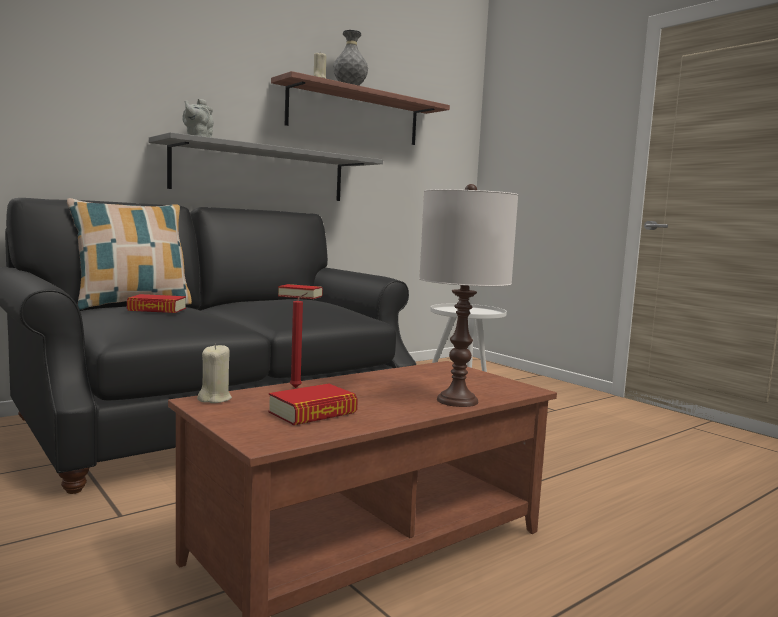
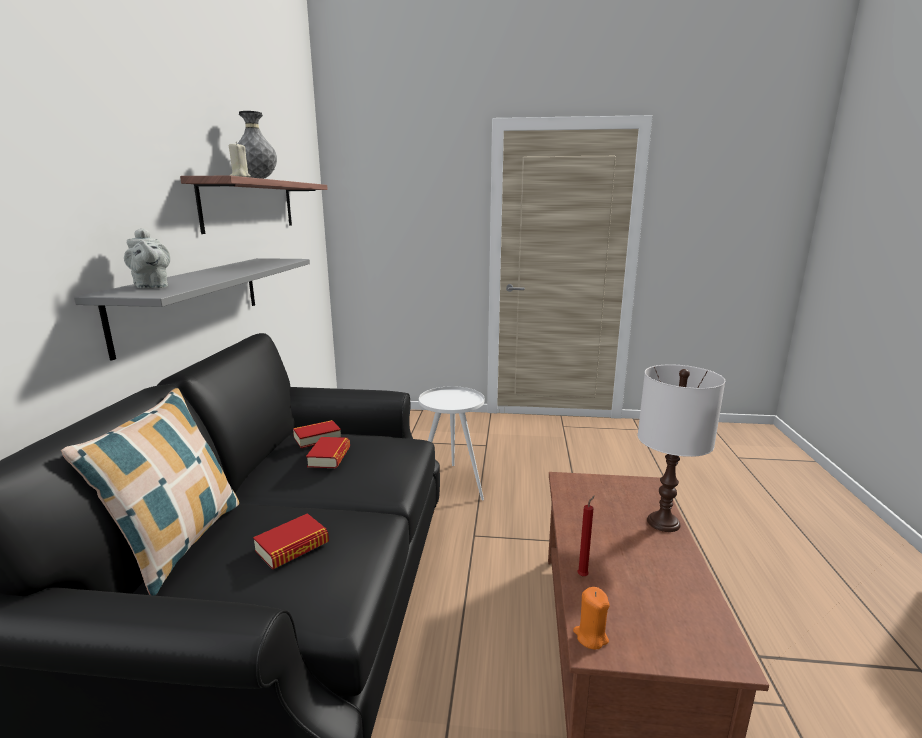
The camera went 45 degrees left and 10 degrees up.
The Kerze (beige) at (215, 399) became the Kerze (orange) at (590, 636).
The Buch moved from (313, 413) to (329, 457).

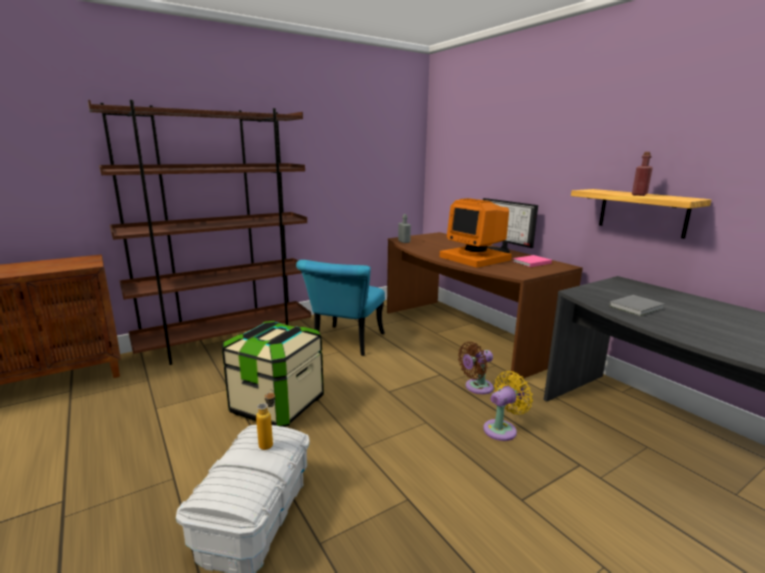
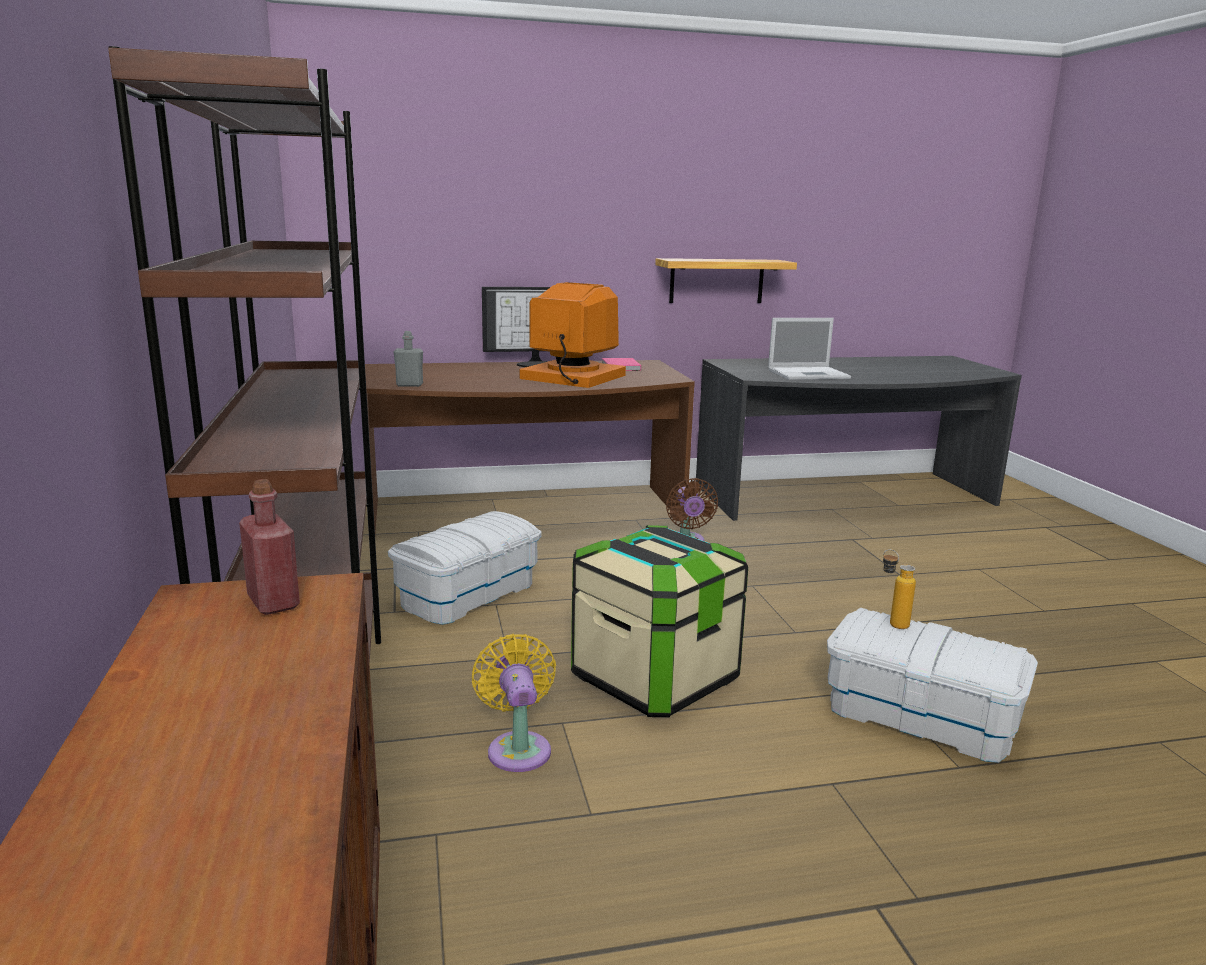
The camera went 70 degrees left and 0 degrees up.
The Stuhl (türkis) at (345, 343) was replaced by the Aufbewahrungsbox (weiß) at (469, 595).
The Monitor at (476, 258) turned 135 degrees counterclockwise.
The Ventilator (gelb) moved from (502, 429) to (518, 748).
The Buch (grau) at (637, 307) was replaced by the Laptop at (809, 374).
The Flasche (rot) moved from (639, 194) to (273, 602).

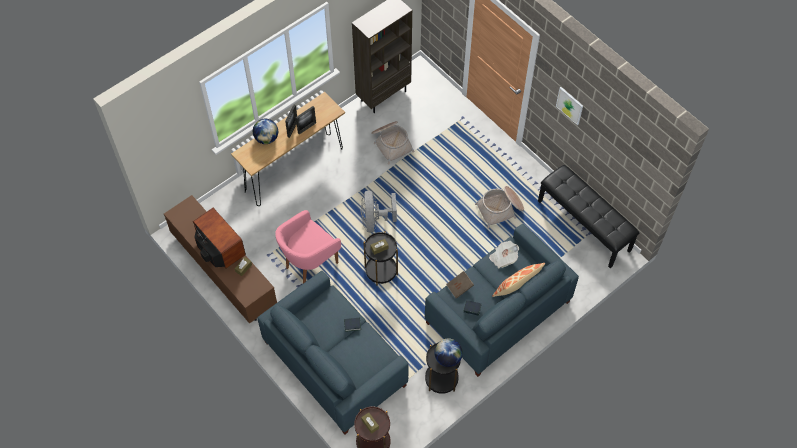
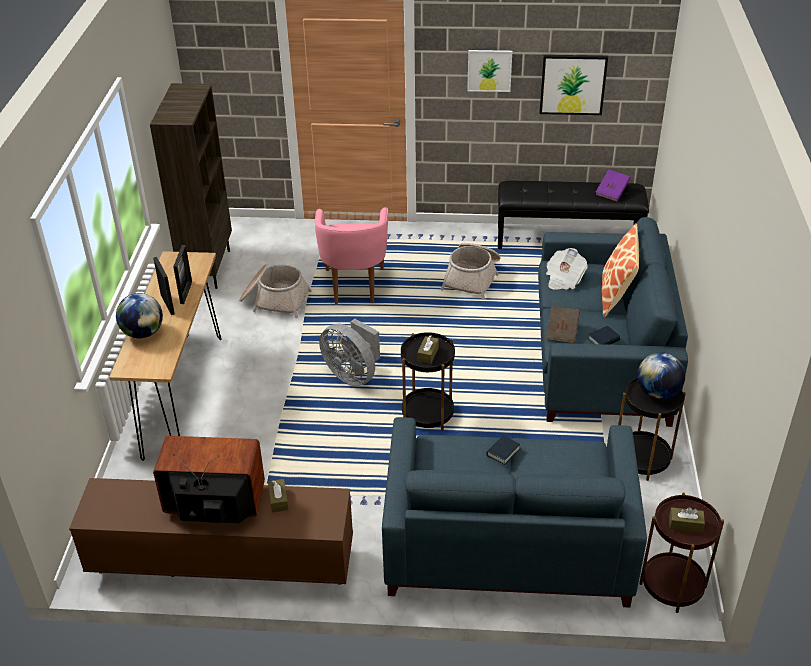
The camera went 45 degrees left and 20 degrees down.
The Sessel (rosa) moved from (309, 263) to (354, 286).
The Bild at (573, 84) appeared.
The Buch (lila) at (612, 192) appeared.

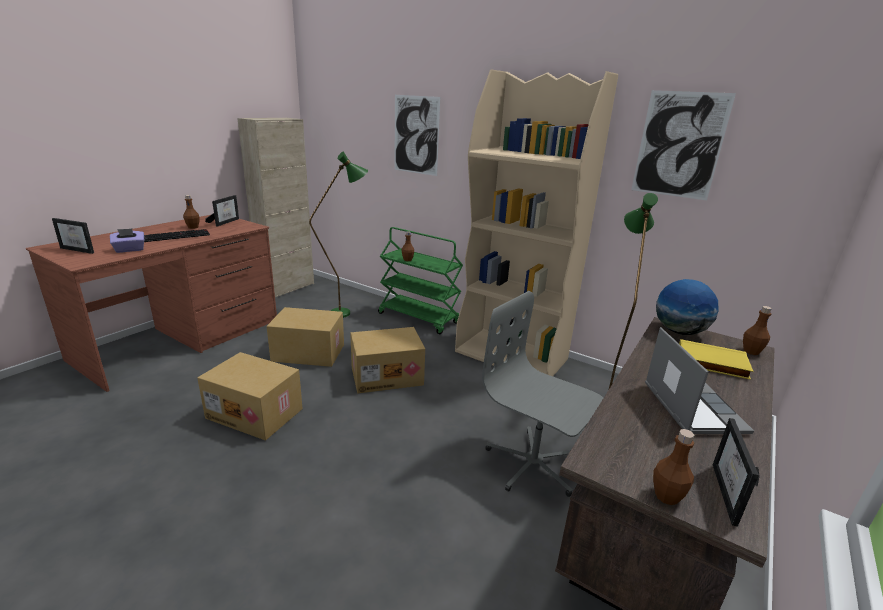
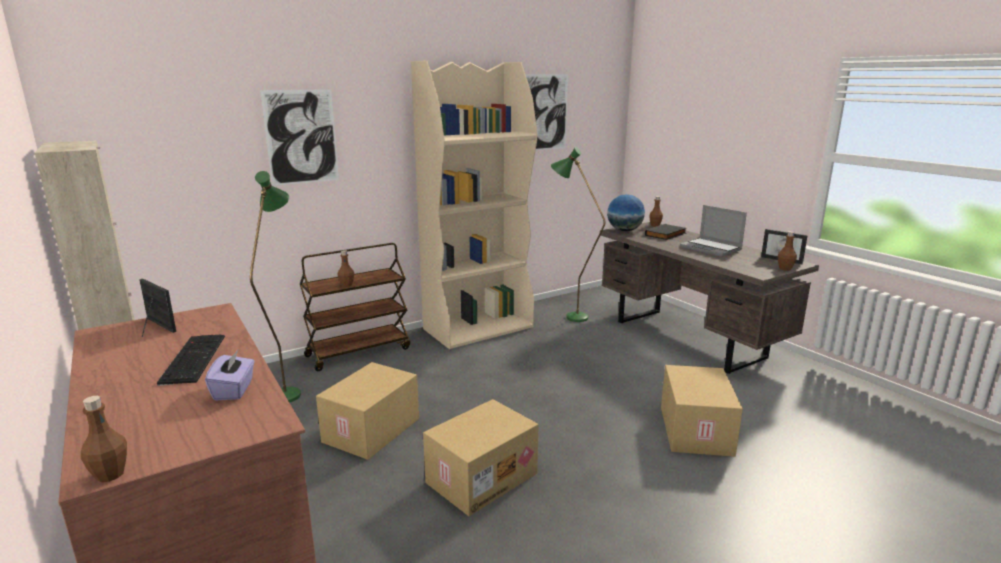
The camera went 65 degrees left and 5 degrees down.
The Bilderrahmen at (81, 249) disappeared.
The Flasche (braun) moved from (193, 227) to (110, 474).
The Karton moved from (387, 375) to (694, 430).
The Rollwagen (grün) at (419, 318) became the Rollwagen (braun) at (359, 352).
The Bürostuhl (grau) at (533, 464) disappeared.
The Laptop at (691, 407) turned 150 degrees counterclockwise.
The Buch (gelb) at (711, 363) became the Buch (schwarz) at (666, 234).

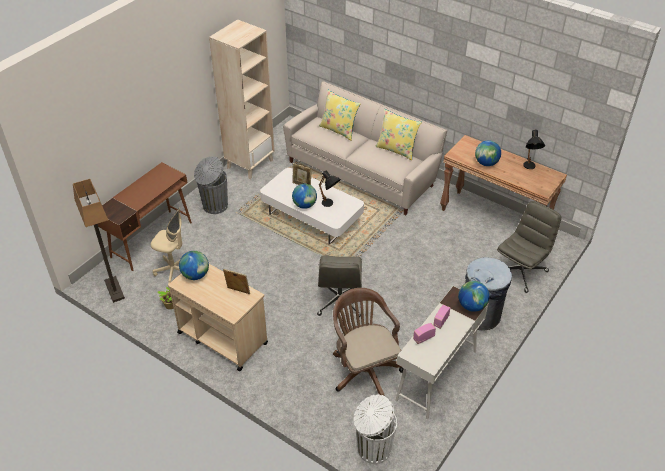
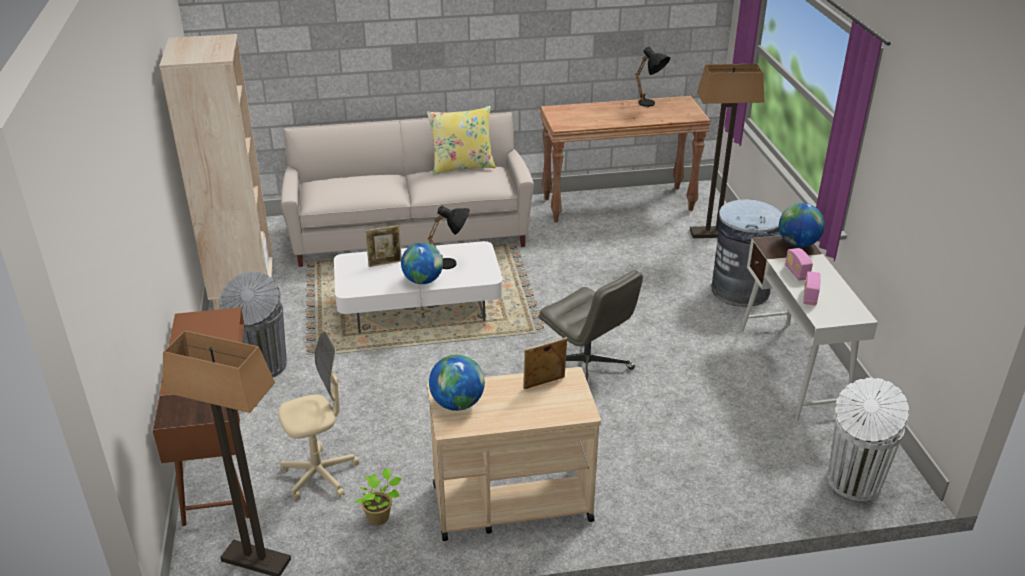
The camera went 45 degrees left and 10 degrees down.
The Kissen (gelb) at (339, 130) disappeared.
The Bürostuhl (braun) at (364, 369) disappeared.
The Globus at (486, 163) disappeared.
The Bürostuhl (grau) at (520, 271) was replaced by the Stehlampe at (712, 233).

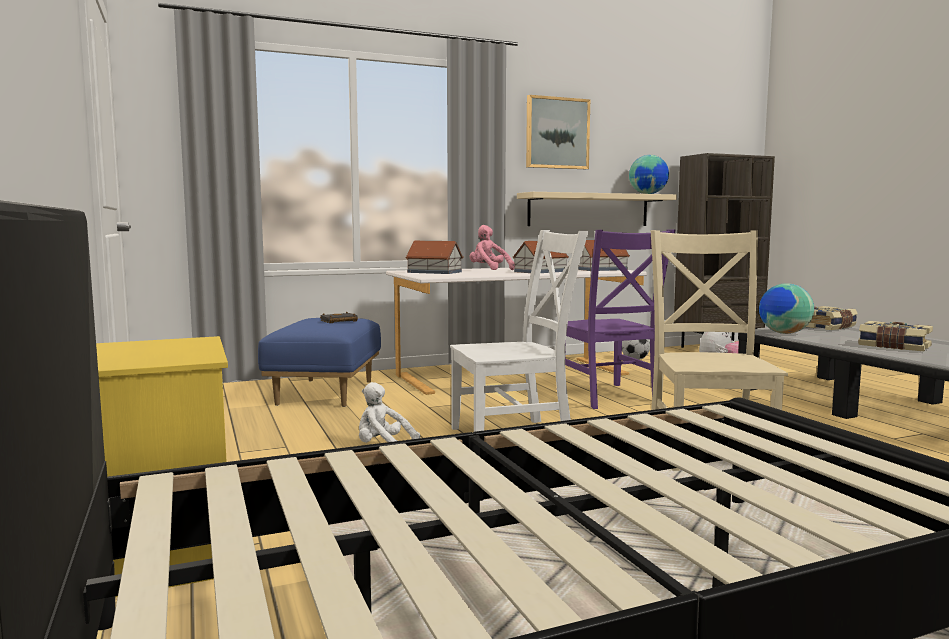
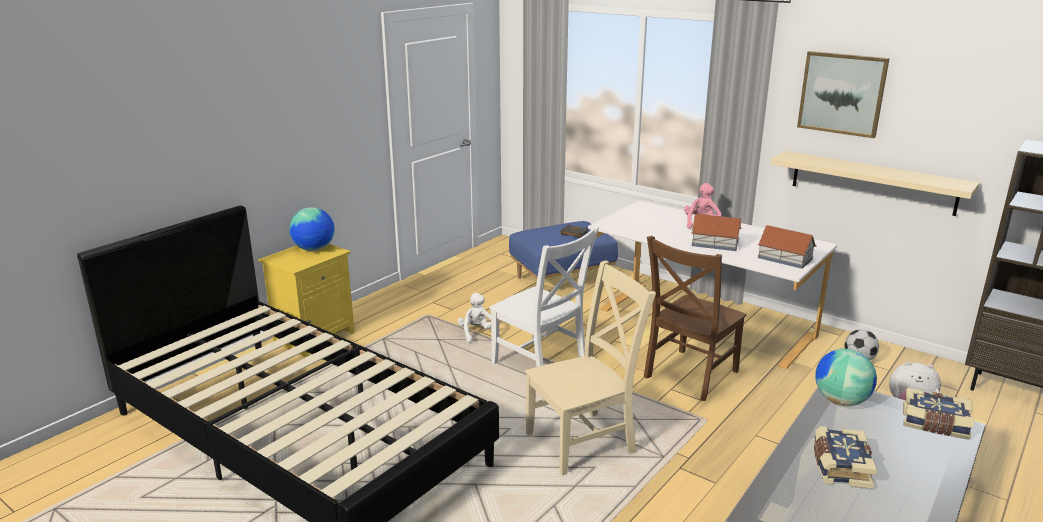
The camera went 60 degrees right and 15 degrees up.
The Spielzeughaus at (434, 272) disappeared.
The Stuhl (lila) at (608, 397) became the Stuhl (braun) at (688, 375).
The Globus moved from (648, 194) to (314, 249).

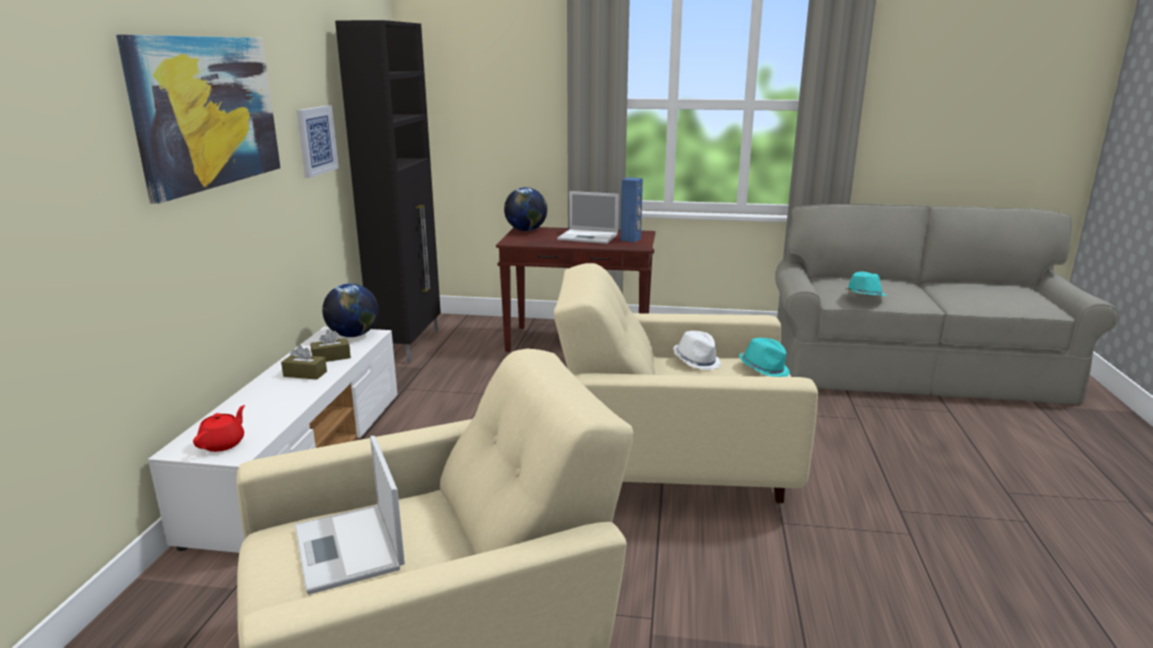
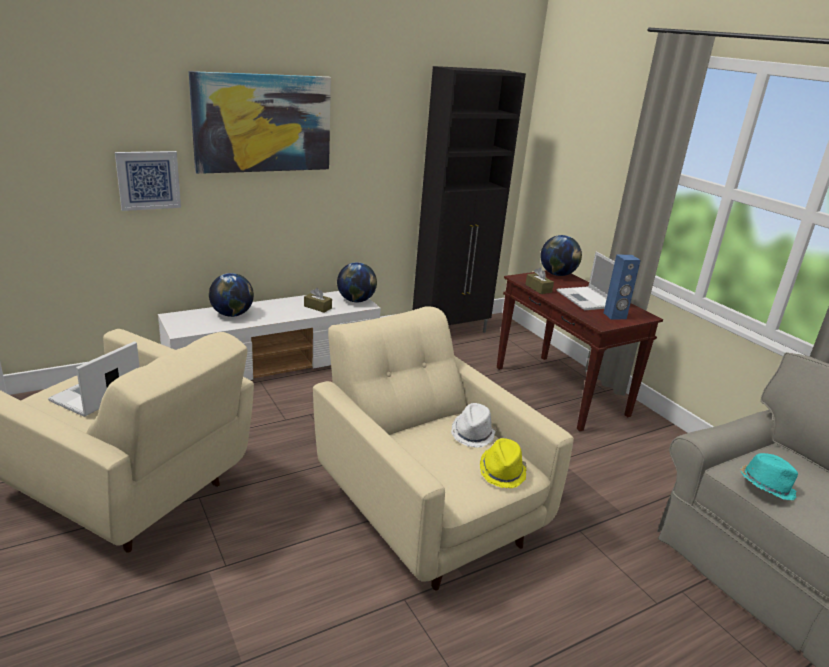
The camera went 50 degrees right and 5 degrees up.
The Teekanne (rot) at (223, 444) disappeared.
The Taschentuchbox (braun) moved from (305, 374) to (538, 288).
The Bild moved from (316, 140) to (148, 180).
The Hut (türkis) at (764, 369) became the Hut (gelb) at (502, 472).
The Globus at (232, 314) appeared.

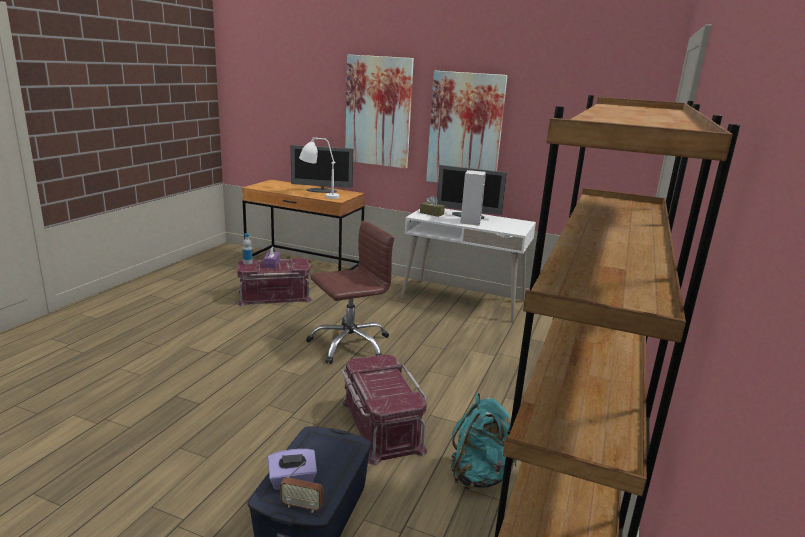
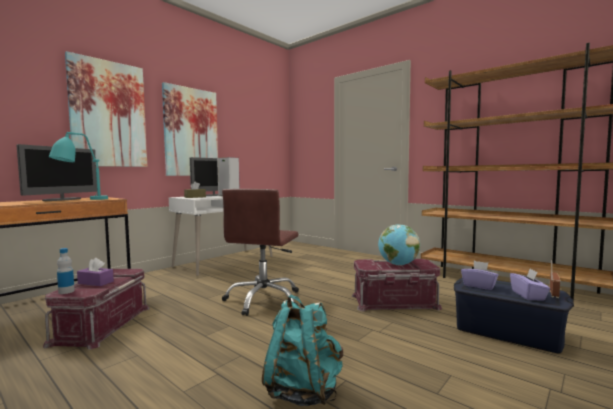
The camera went 70 degrees left and 15 degrees down.
The Tischlampe (weiß) at (318, 195) became the Tischlampe (türkis) at (80, 200).
The Bürostuhl (braun) at (349, 344) turned 150 degrees counterclockwise.
The Rucksack (türkis) moved from (479, 475) to (303, 391).
The Globus at (398, 264) appeared.
The Taschentuchbox (lila) at (479, 286) appeared.

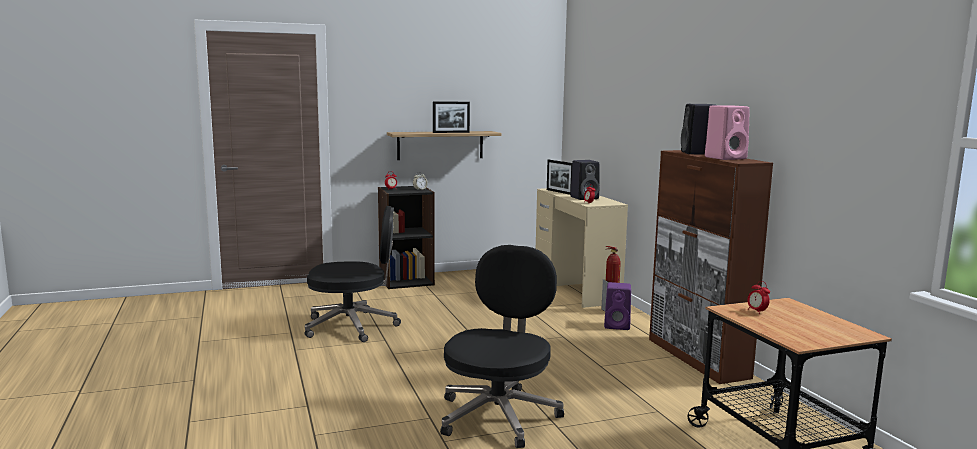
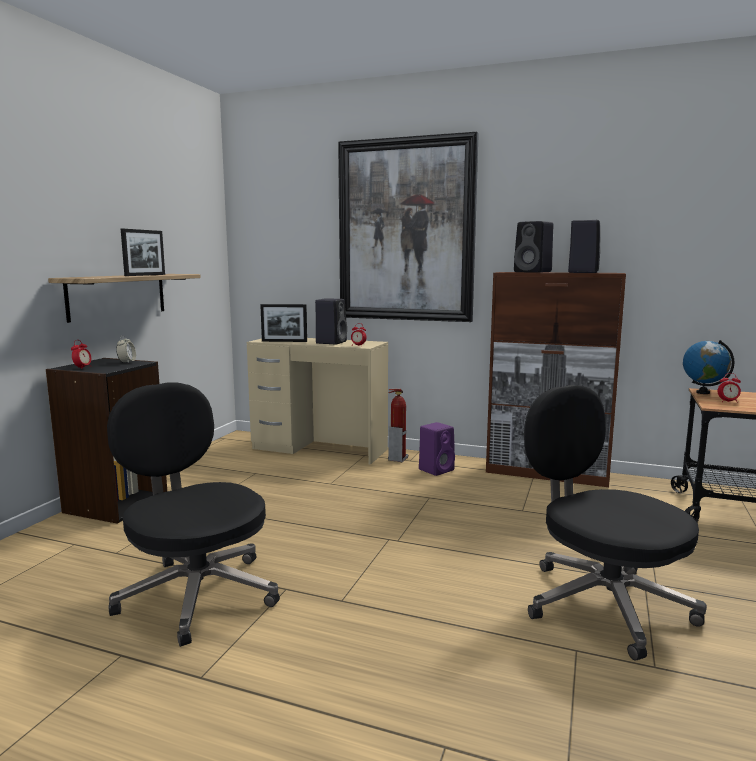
The camera went 50 degrees left and 0 degrees up.
The Bürostuhl (schwarz) at (353, 326) turned 75 degrees counterclockwise.
The Lautsprecher (rosa) at (726, 158) became the Lautsprecher (schwarz) at (582, 272).
The Bild at (406, 231) appeared.
The Globus at (703, 392) appeared.

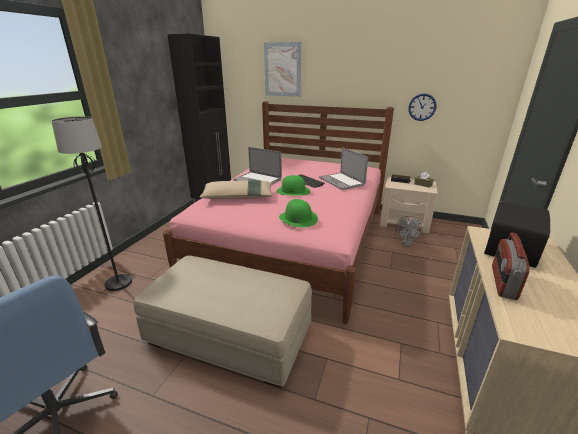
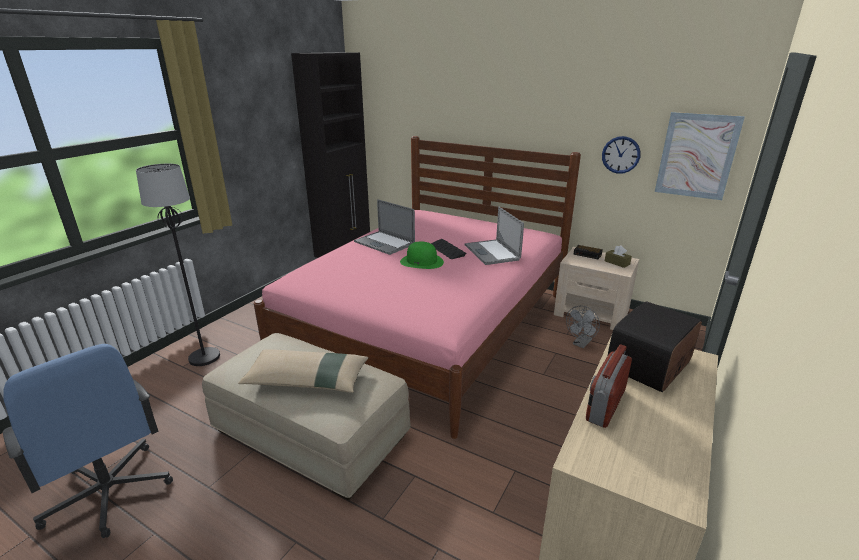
The camera went 10 degrees right and 0 degrees up.
The Kissen (beige) moved from (238, 197) to (307, 380).
The Bild moved from (282, 69) to (696, 156).
The Hut (grün) at (298, 218) disappeared.

